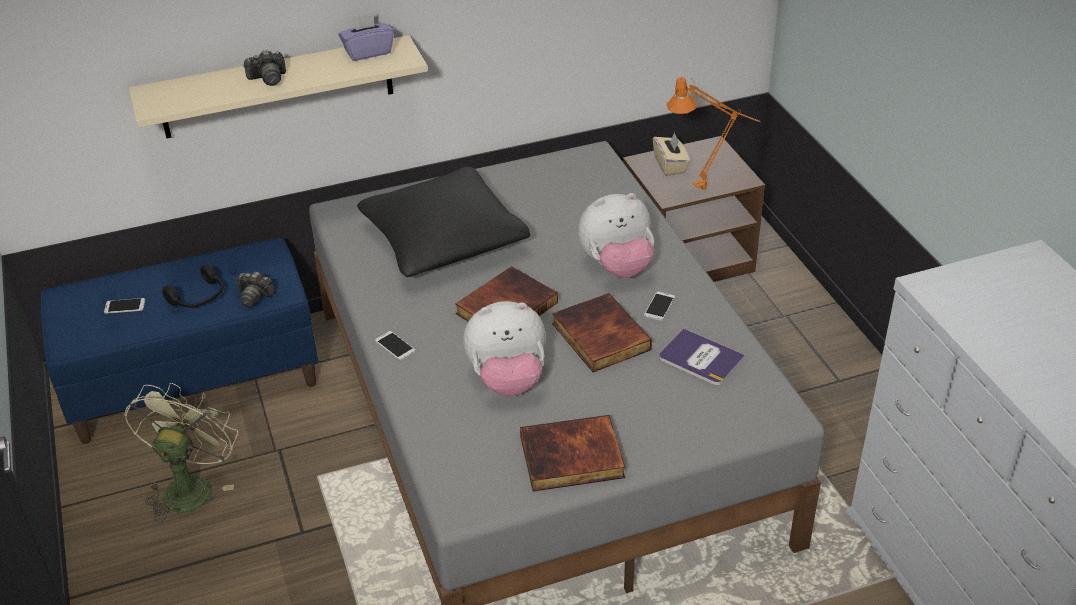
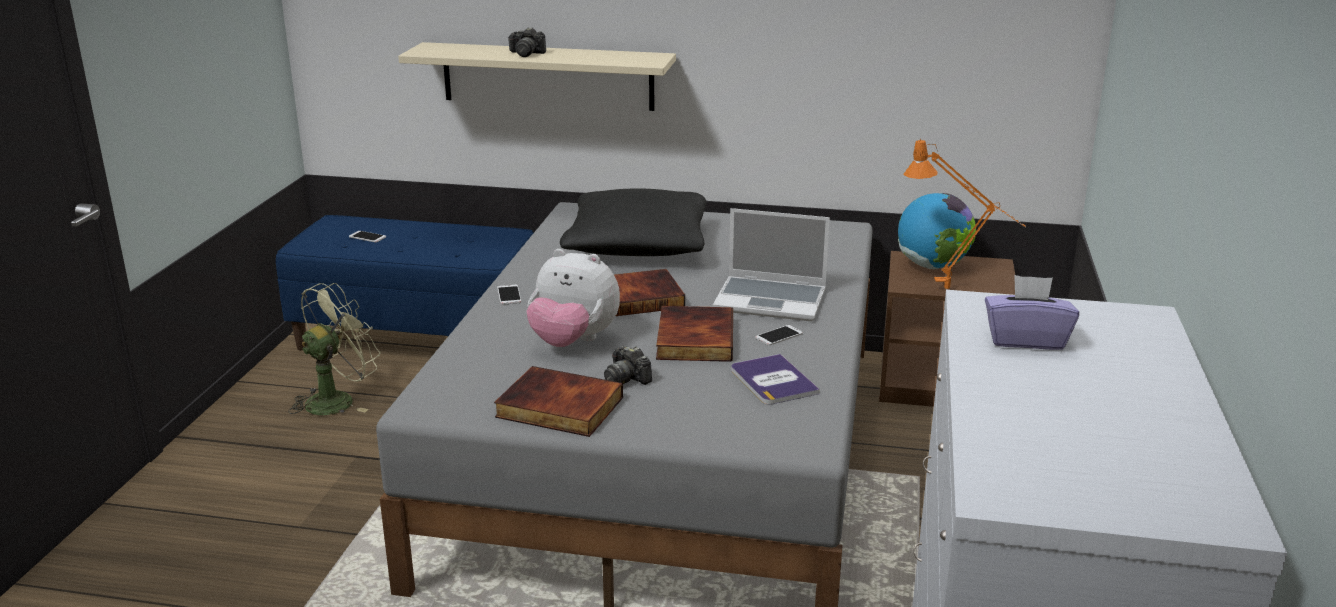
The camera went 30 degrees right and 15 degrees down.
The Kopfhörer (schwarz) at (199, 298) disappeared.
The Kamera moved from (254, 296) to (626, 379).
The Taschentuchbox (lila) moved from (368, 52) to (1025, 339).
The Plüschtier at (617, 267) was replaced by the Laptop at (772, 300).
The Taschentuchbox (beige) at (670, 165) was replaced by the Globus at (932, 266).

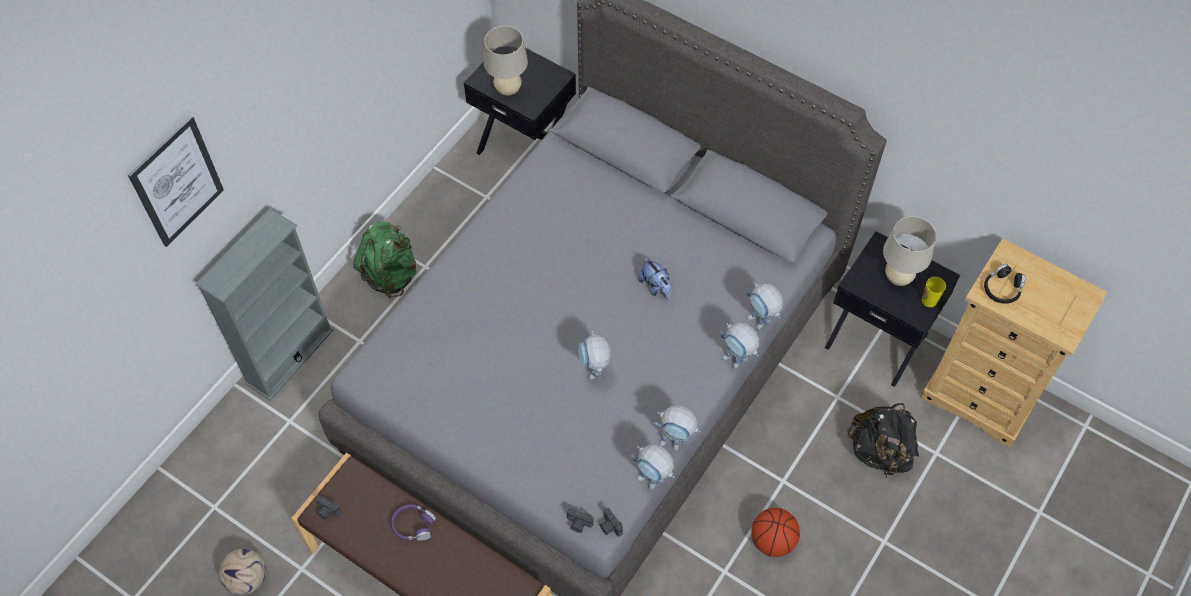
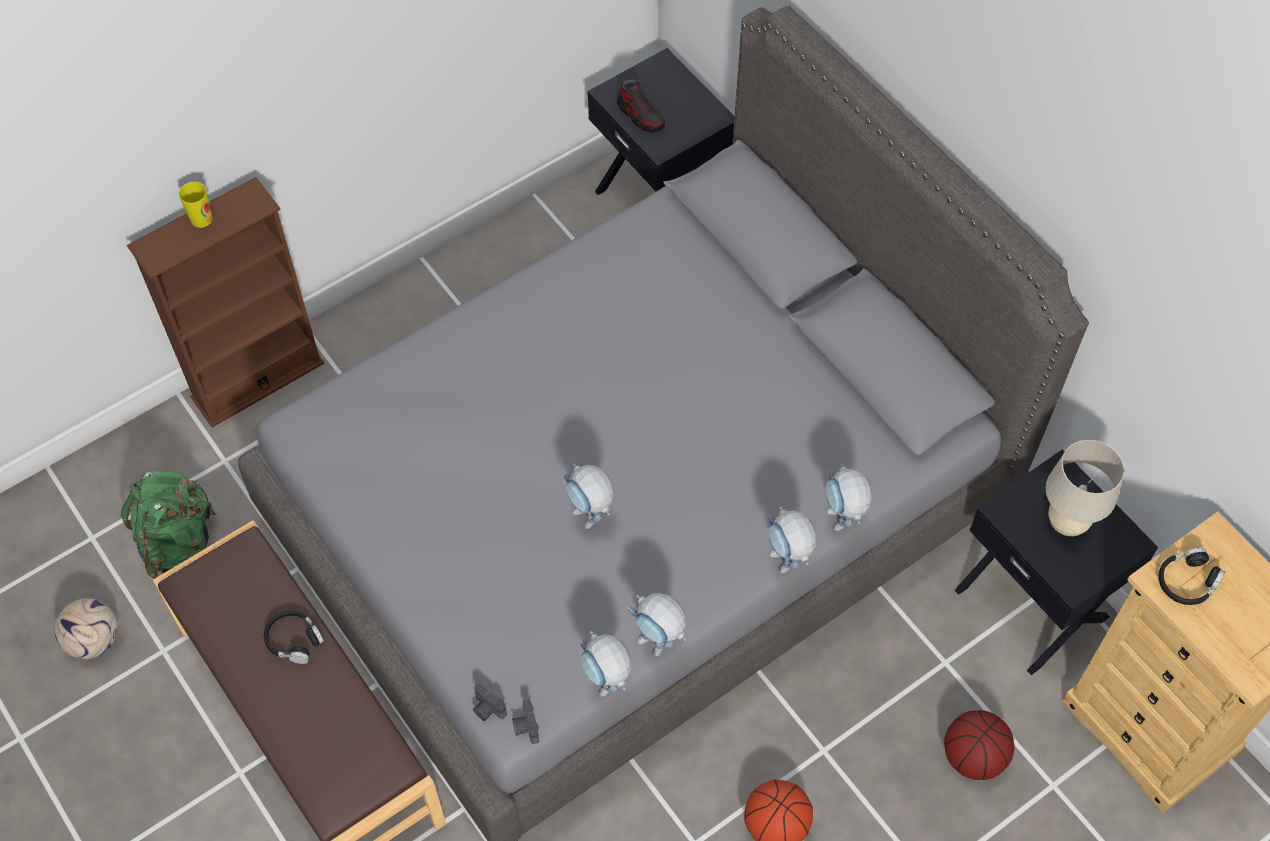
The camera went 20 degrees right and 0 degrees up.
The Bild at (177, 182) disappeared.
The Bücherregal (grau) at (290, 356) became the Bücherregal (braun) at (257, 380).
The Kamera at (326, 511) disappeared.
The Rucksack (grün) moved from (390, 274) to (177, 542).
The Kopfhörer (lila) at (413, 525) became the Kopfhörer (schwarz) at (294, 640).
The Tischlampe (beige) at (508, 89) was replaced by the Schuh at (641, 116).
The Spielzeugroboter at (594, 375) turned 45 degrees counterclockwise.
The Plüschtier at (655, 287) disappeared.
The Rucksack (schwarz) at (880, 452) was replaced by the Basketball at (974, 756).
The Tasse moved from (929, 300) to (201, 219).

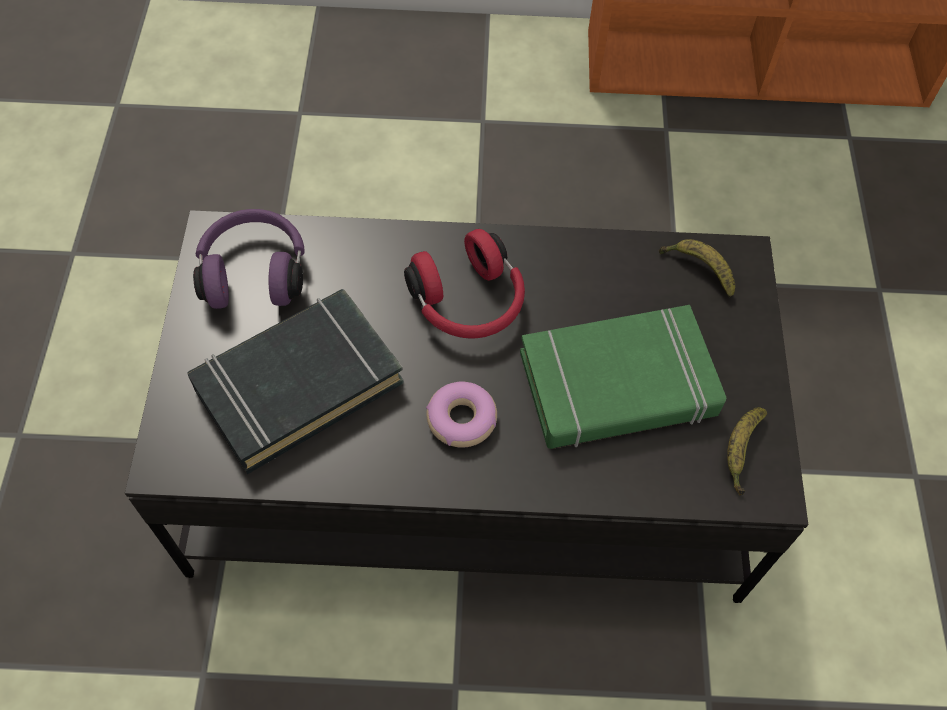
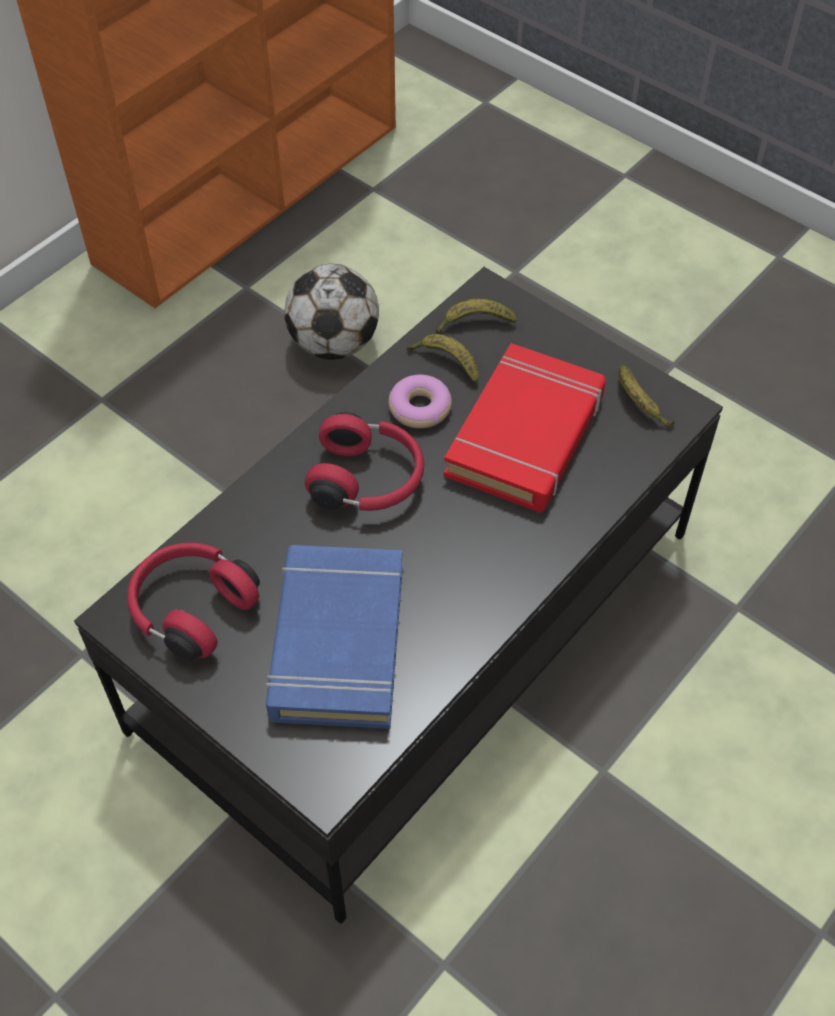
The camera went 50 degrees left and 5 degrees down.
The Buch (schwarz) at (298, 385) became the Buch (blau) at (337, 642).
The Kopfhörer (lila) at (254, 271) became the Kopfhörer (rot) at (191, 608).
The Donut moved from (461, 419) to (419, 408).
The Buch (grün) at (618, 385) became the Buch (rot) at (526, 436).
The Fußball at (334, 344) appeared.
The Banane at (446, 362) appeared.

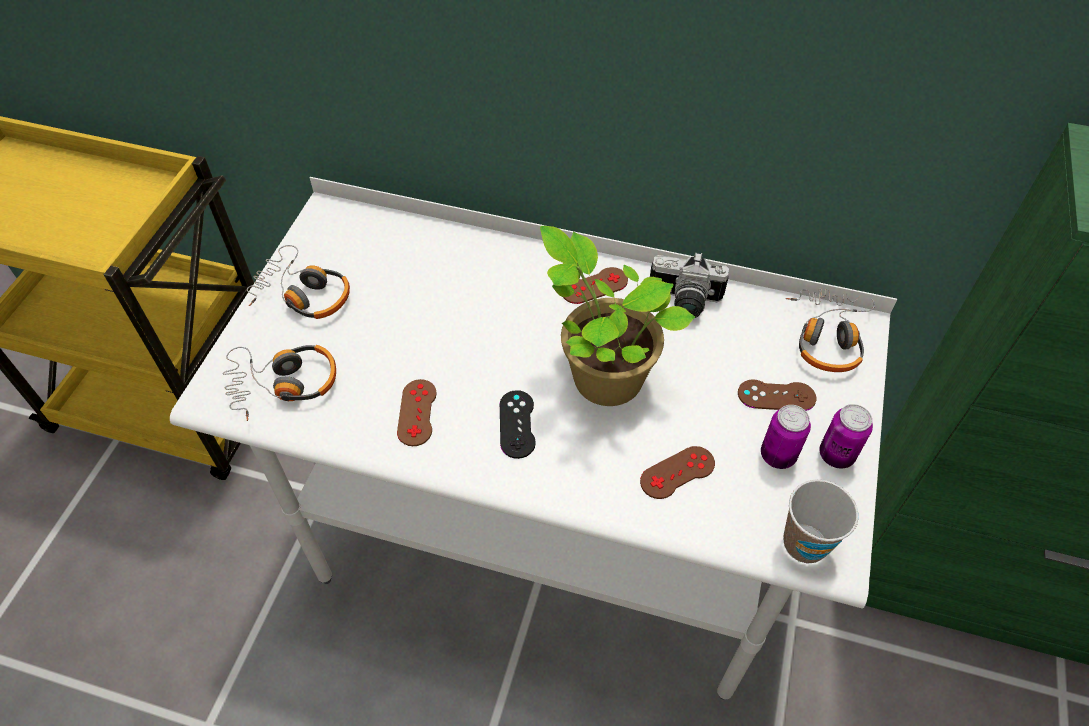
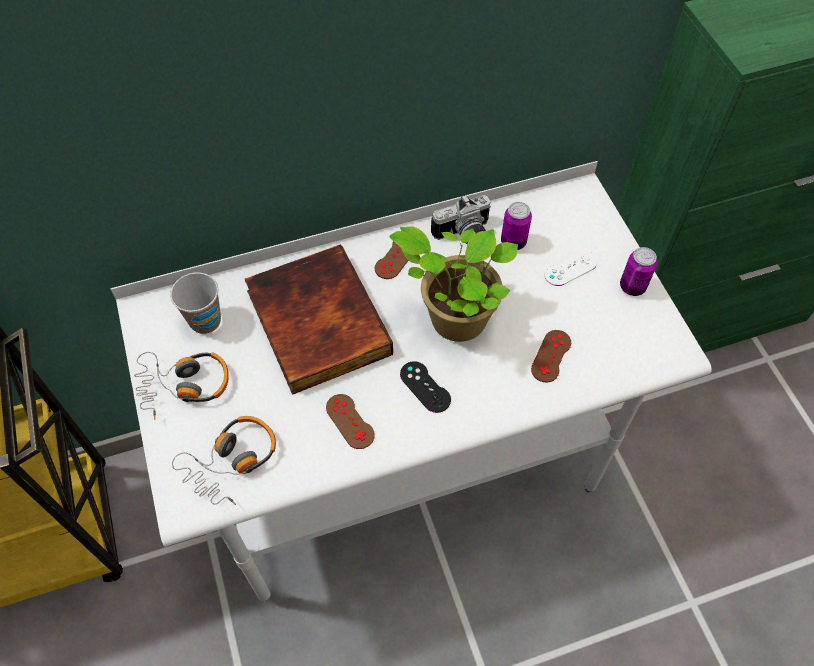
The camera went 35 degrees left and 5 degrees up.
The Gamepad (braun) at (776, 396) became the Gamepad (weiß) at (570, 268).
The Dose moved from (777, 455) to (513, 242).
The Tasse moved from (805, 543) to (205, 321).
The Kopfhörer at (827, 336) disappeared.
The Buch at (315, 322) appeared.

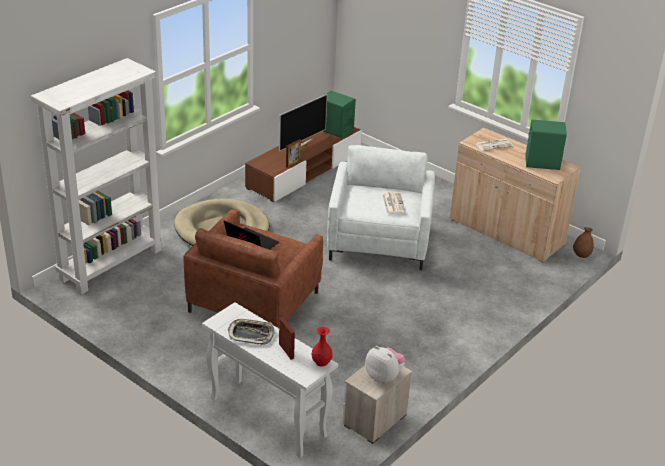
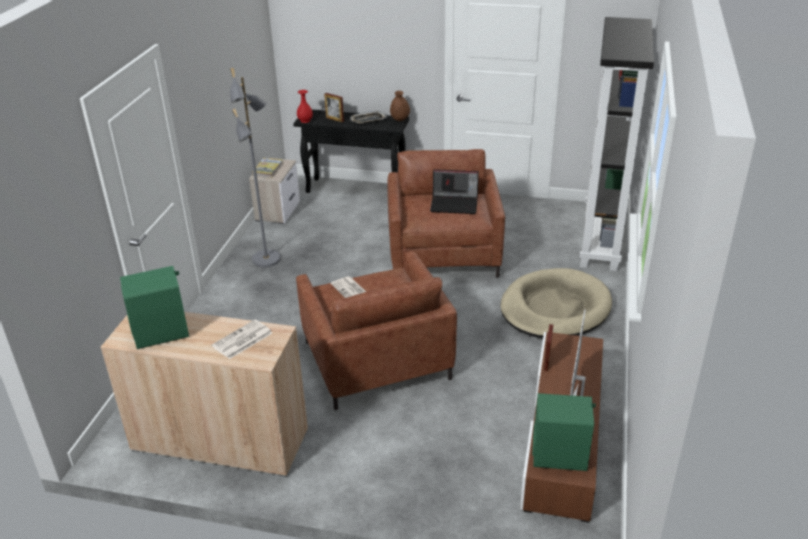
The camera went 155 degrees right and 0 degrees up.
The Bücherregal (weiß) at (111, 264) became the Bücherregal (schwarz) at (601, 240).
The Konsolentisch (weiß) at (266, 417) became the Konsolentisch (schwarz) at (356, 190).
The Sessel (weiß) at (379, 241) became the Sessel (braun) at (376, 360).
The Plüschtier at (384, 377) was replaced by the Buch at (268, 169).
The Vase (braun) moved from (581, 255) to (400, 119).
The Stehlampe (grau) at (267, 259) appeared.

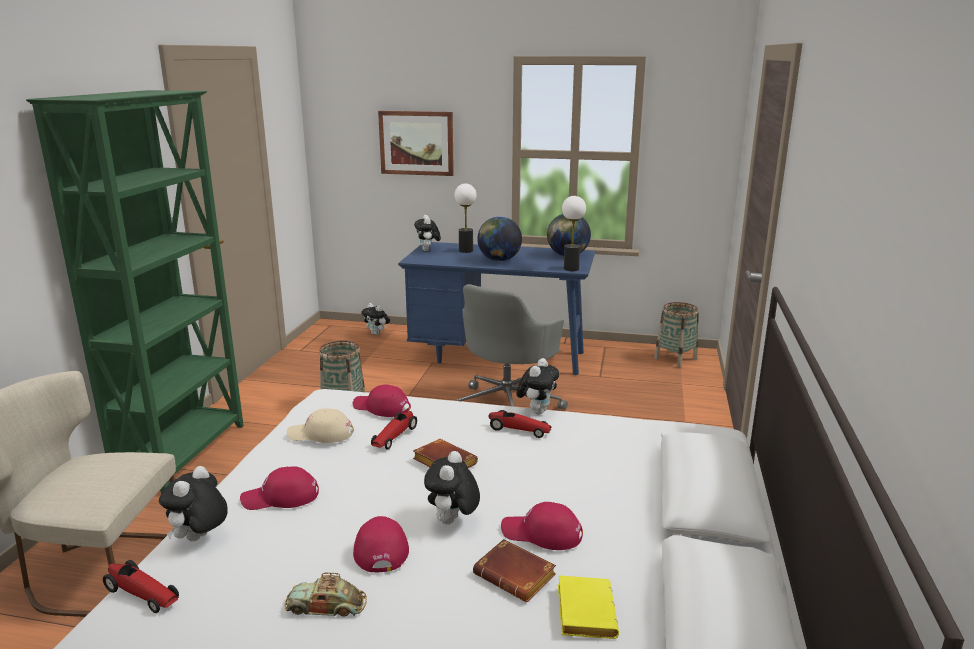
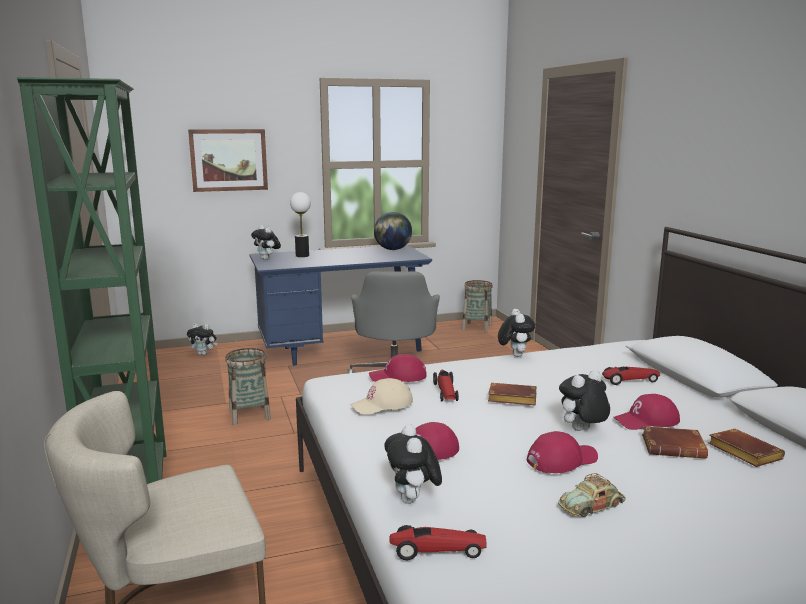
The camera went 30 degrees left and 5 degrees down.
The Kappe (rot) at (380, 546) turned 105 degrees clockwise.
The Plüschtier at (452, 522) turned 75 degrees clockwise.
The Globus at (499, 260) disappeared.
The Spielzeugauto moved from (519, 430) to (629, 381).
The Buch (gelb) at (583, 611) became the Buch (braun) at (742, 452).
The Tischlampe at (571, 269) disappeared.

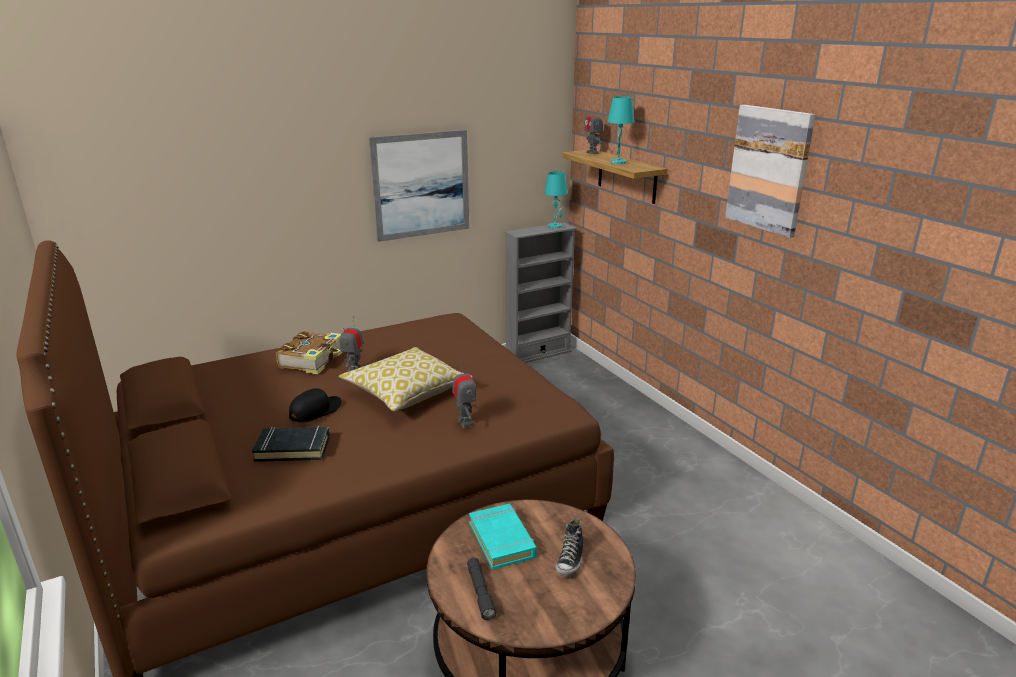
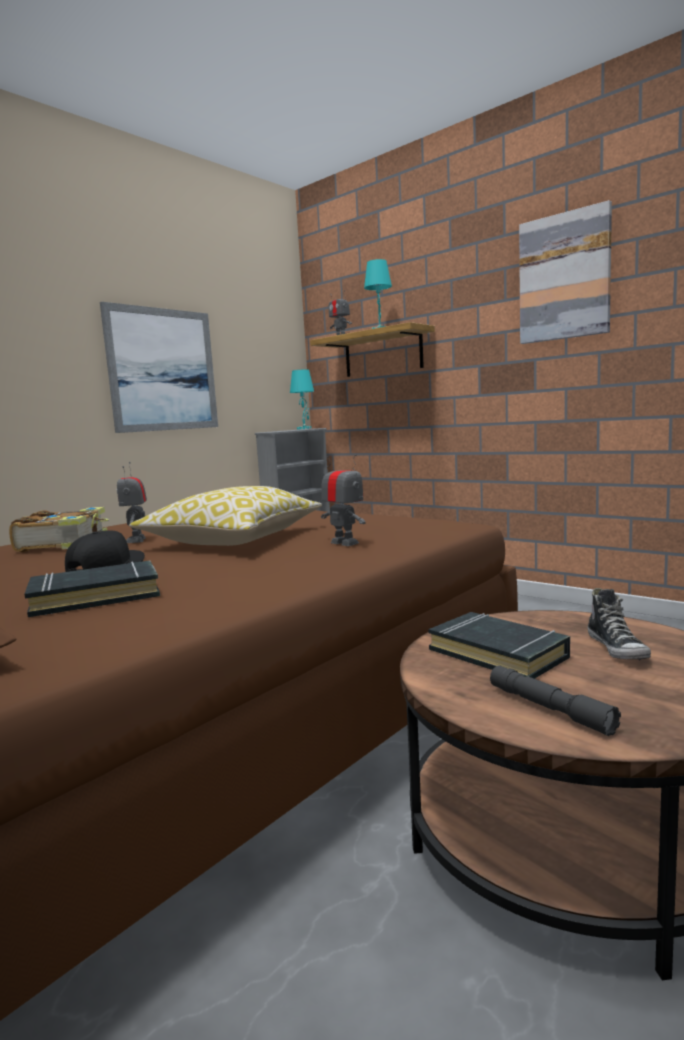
The camera went 20 degrees left and 15 degrees down.
The Buch (türkis) at (502, 540) became the Buch (schwarz) at (498, 653).

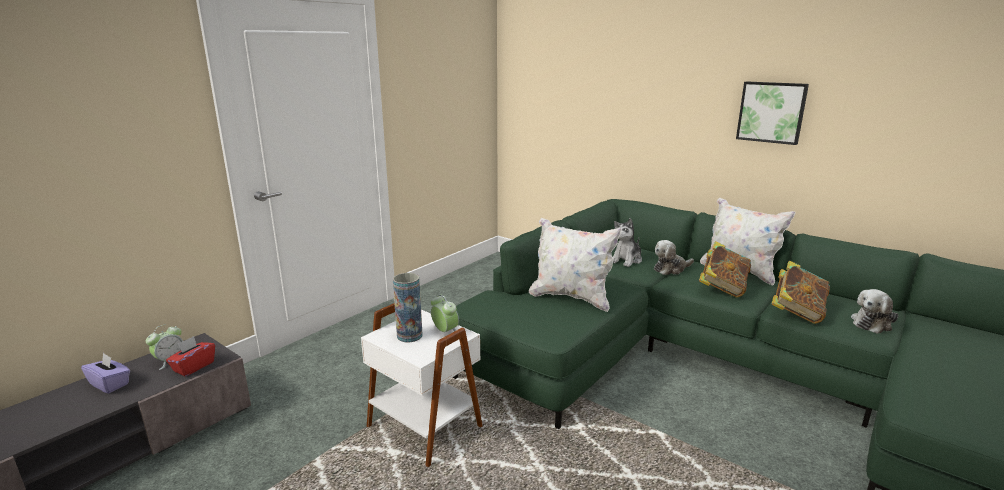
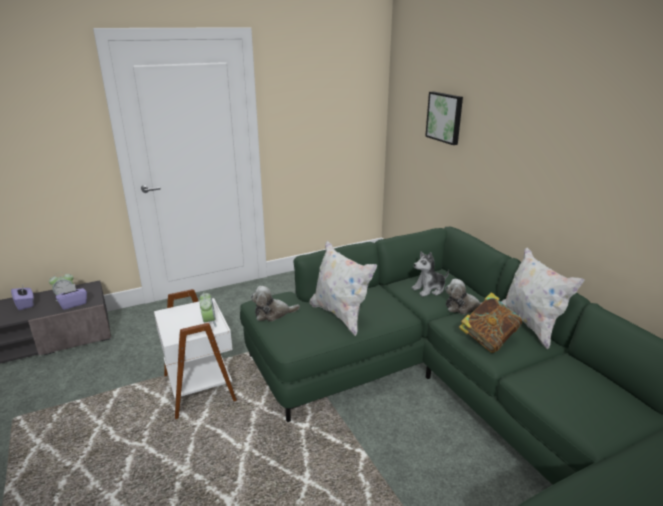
The camera went 25 degrees right and 5 degrees up.
The Taschentuchbox (rot) at (193, 367) became the Taschentuchbox (lila) at (73, 304).
The Vase at (409, 336) disappeared.
The Bild moved from (771, 112) to (445, 117).
The Buch at (796, 312) disappeared.
The Plüschtier moved from (872, 323) to (273, 314).

